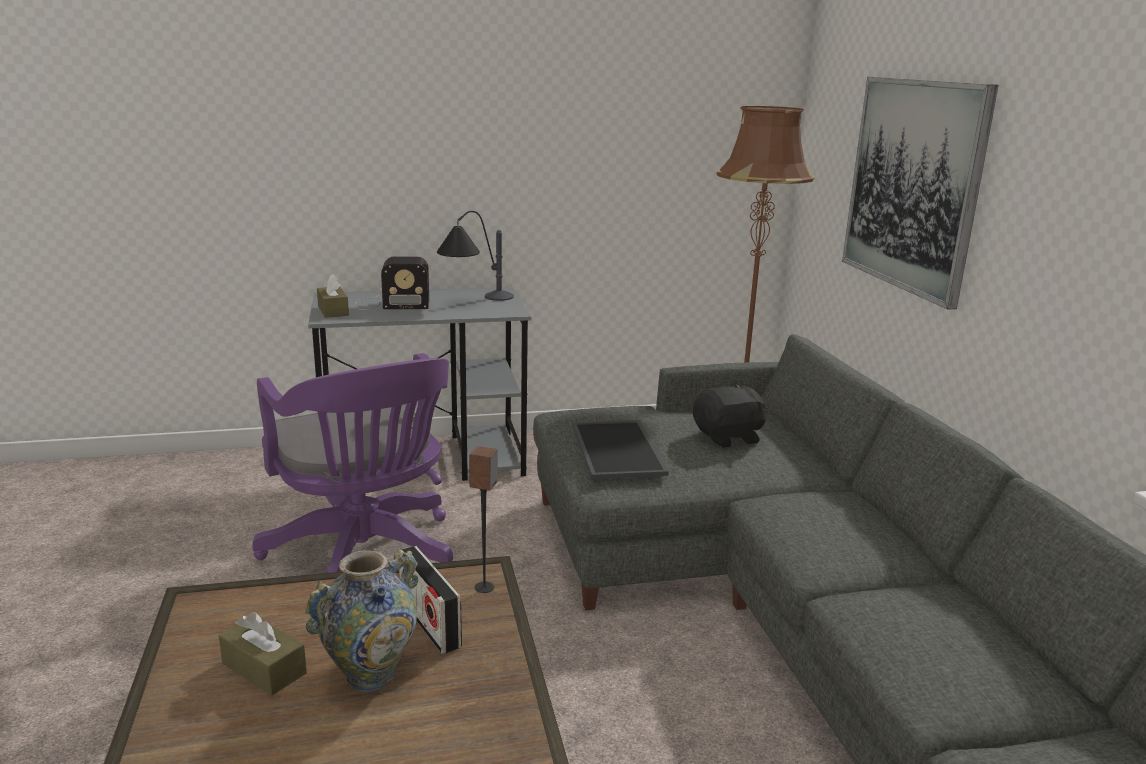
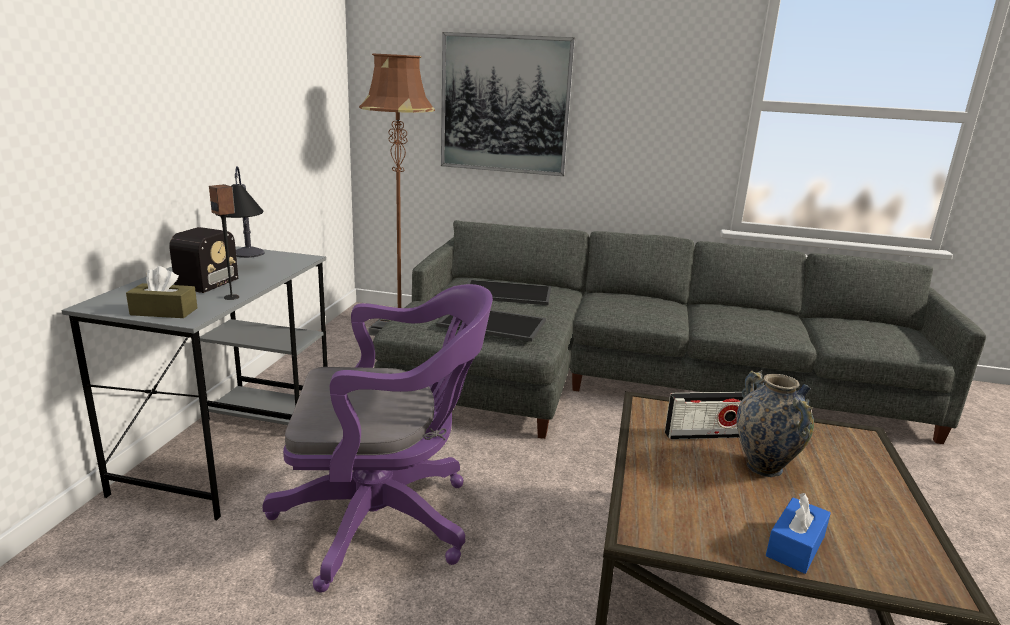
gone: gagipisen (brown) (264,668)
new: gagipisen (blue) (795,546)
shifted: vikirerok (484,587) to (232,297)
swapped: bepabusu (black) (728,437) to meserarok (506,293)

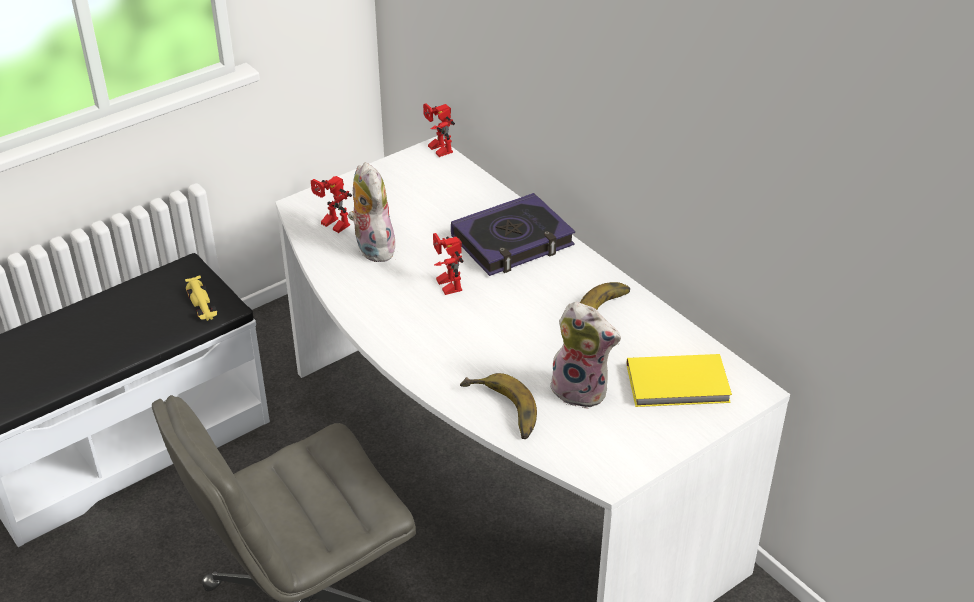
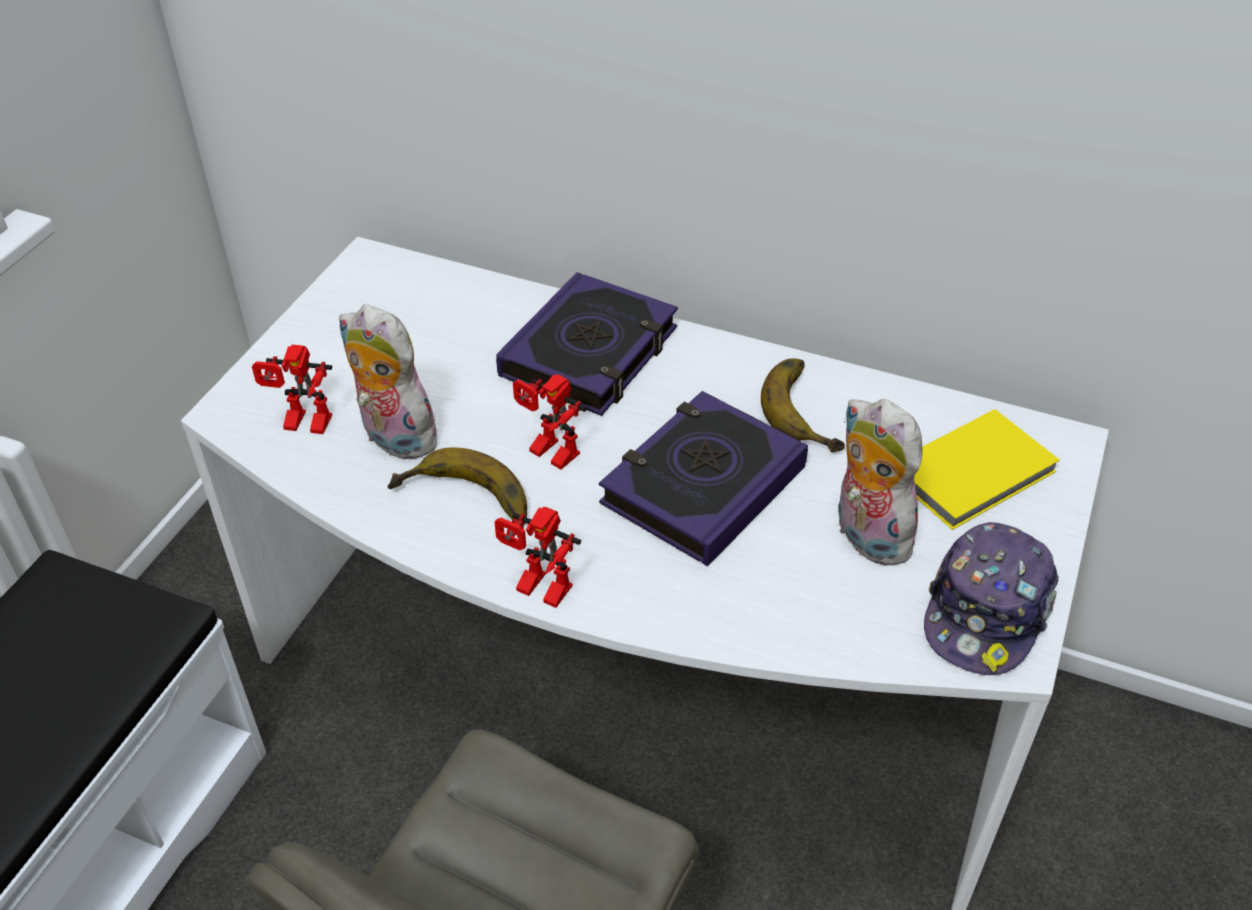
gone: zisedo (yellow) (202,304)
new: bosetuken (702,485); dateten (986,612)
shifted: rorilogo (436,149) to (537,591); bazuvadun (499,412) to (463,504)
rotated: bepabusu (582,390) = (865,535) 120 degrees counterclockwise

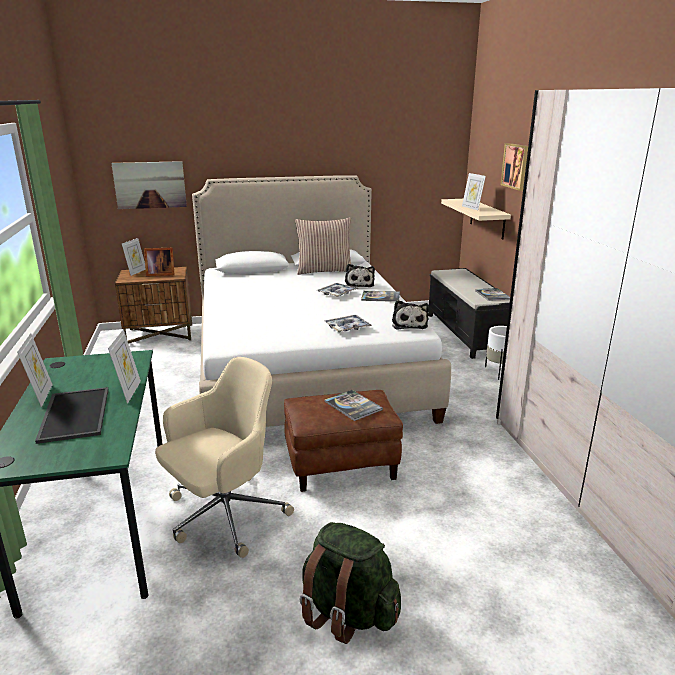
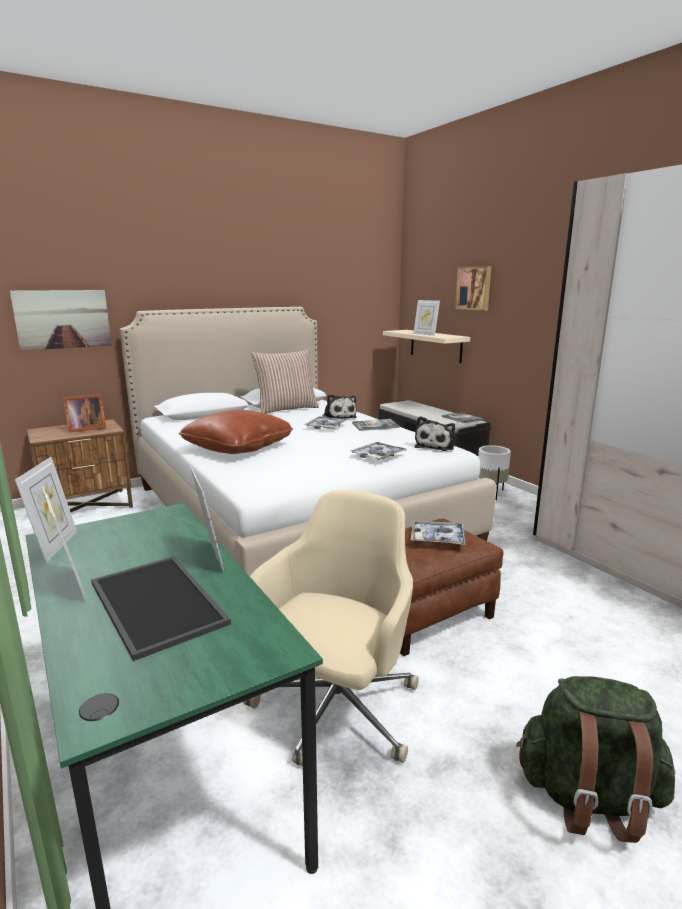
new: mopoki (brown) (238,448)
shifted: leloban (136,272) to (55,546)
swapped: bosetuken (353,406) to meserarok (437,538)
rotated: bepabusu (409,324) = (435,446) 45 degrees clockwise

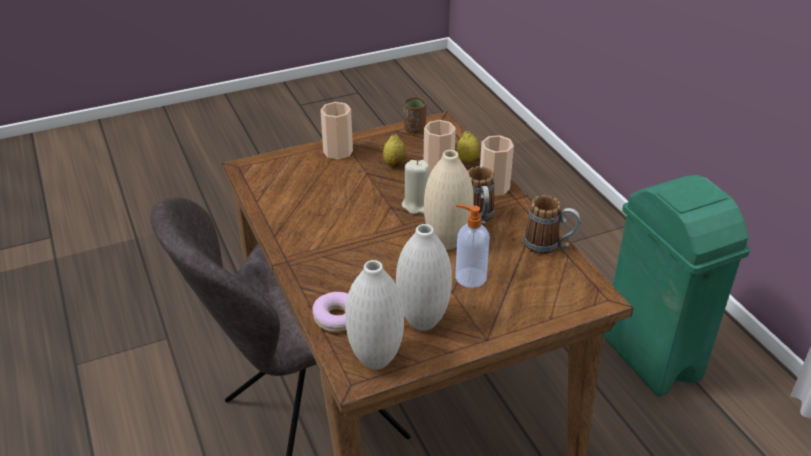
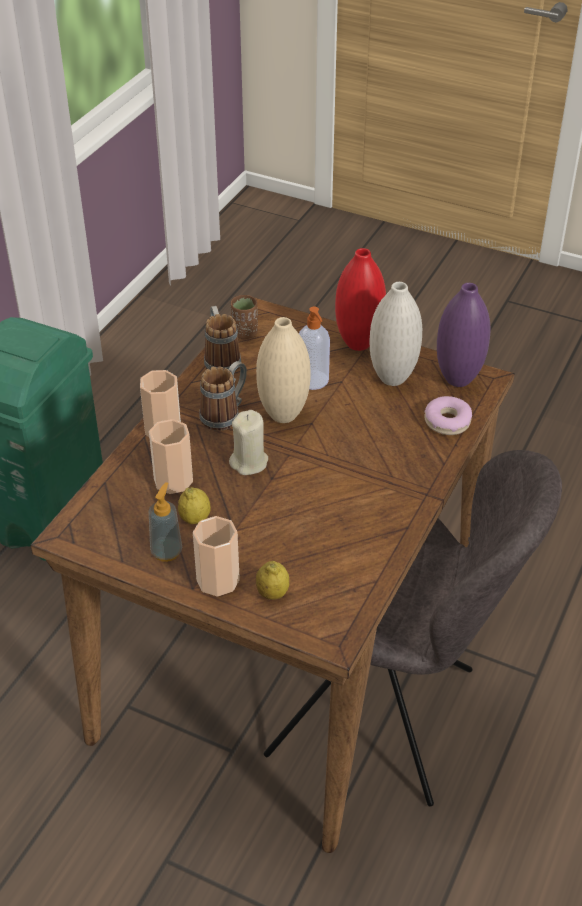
new: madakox (166,552); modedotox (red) (358,343)
shifted: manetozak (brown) (415,129) to (244,333); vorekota (468,160) to (272,593)
repainted: modedotox (white) (376,360) to modedotox (purple) (458,379)

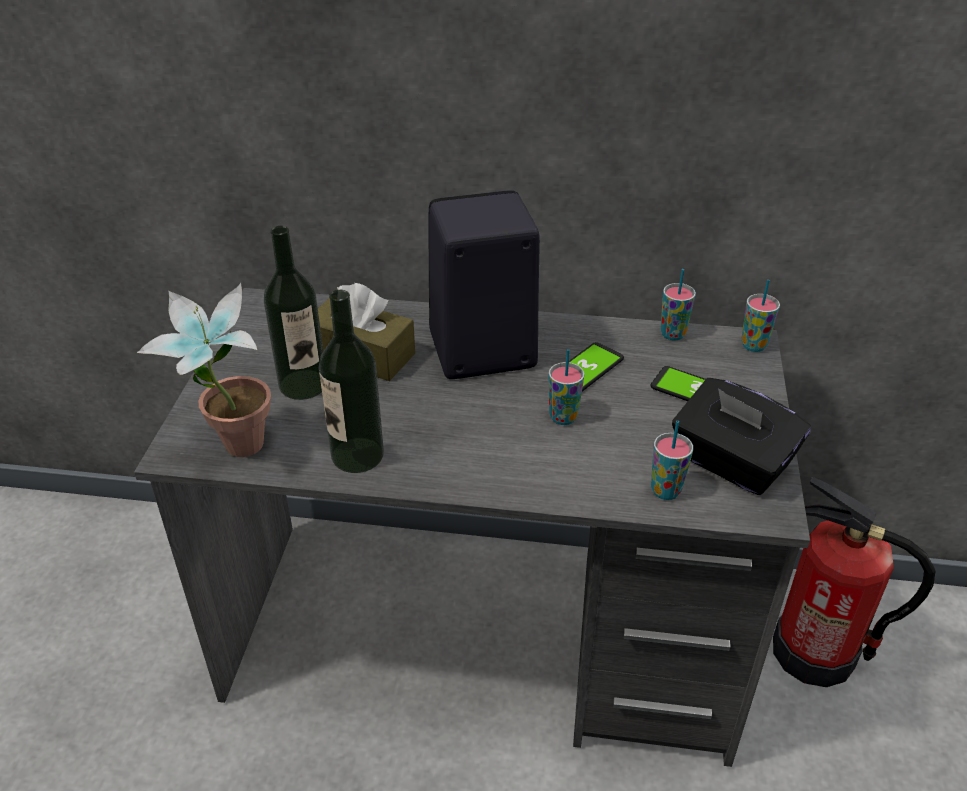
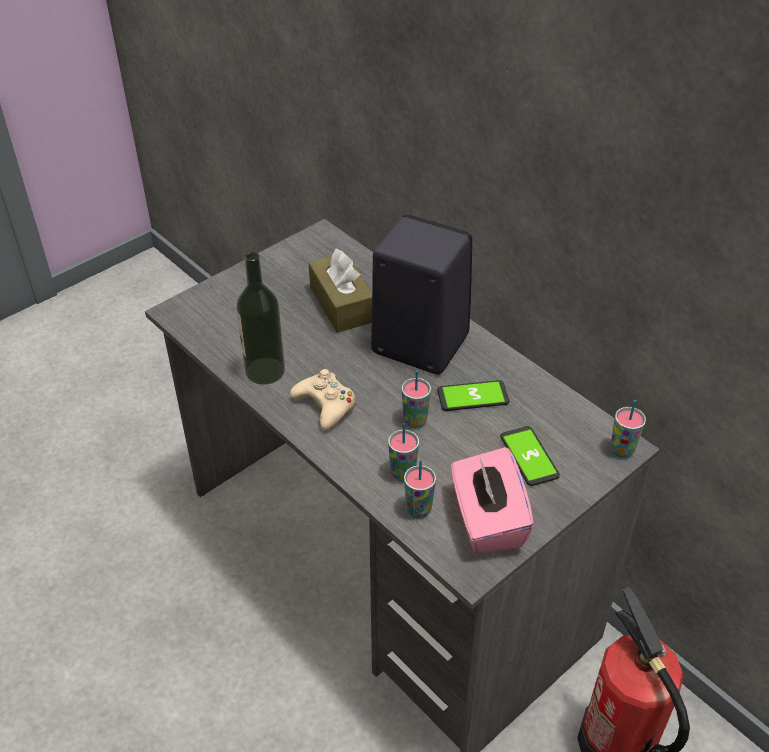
gone: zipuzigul (232,452); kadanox (303,384)
new: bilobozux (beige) (325,405)
shifted: manetozak (672,334) to (403,473)
repainted: gagipisen (black) (731,463) to gagipisen (pink) (487,521)

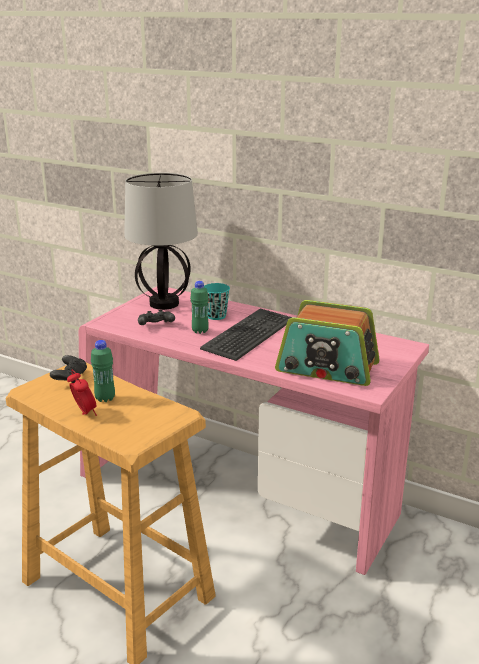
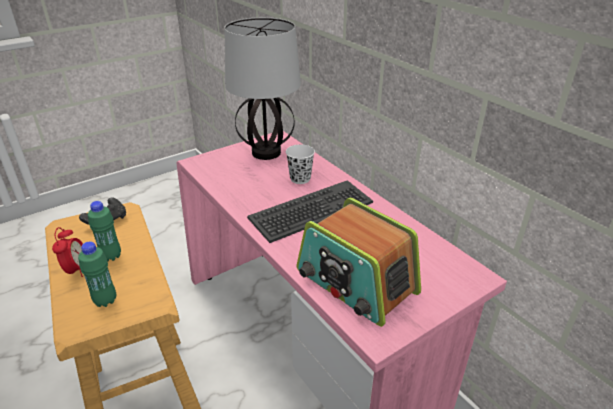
gone: bilobozux (black) (156,326)
shifted: kadanox (green) (200,331) to (105,300)
repainted: manetozak (turquoise) (216,316) to manetozak (white) (300,179)

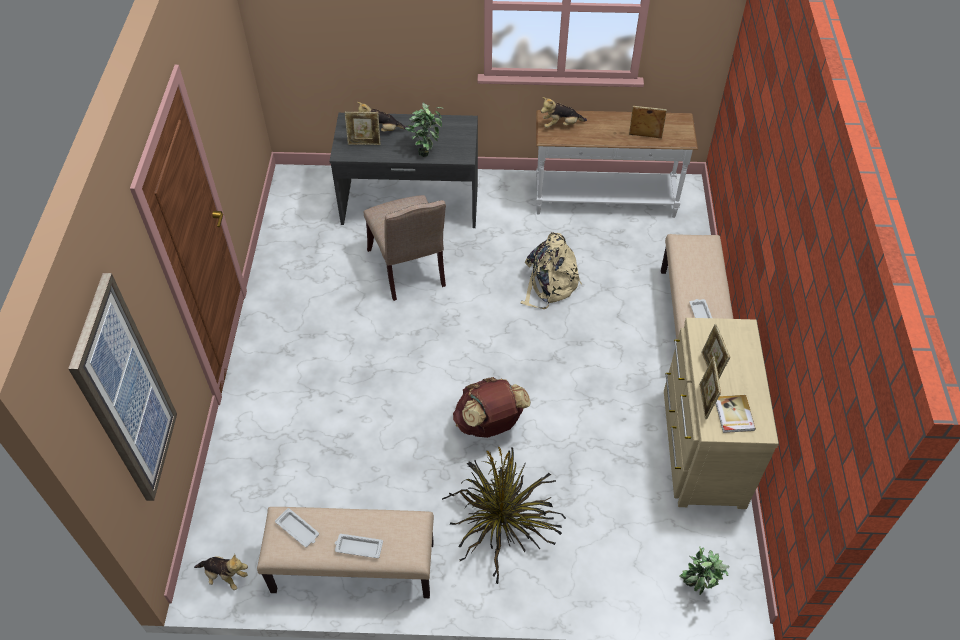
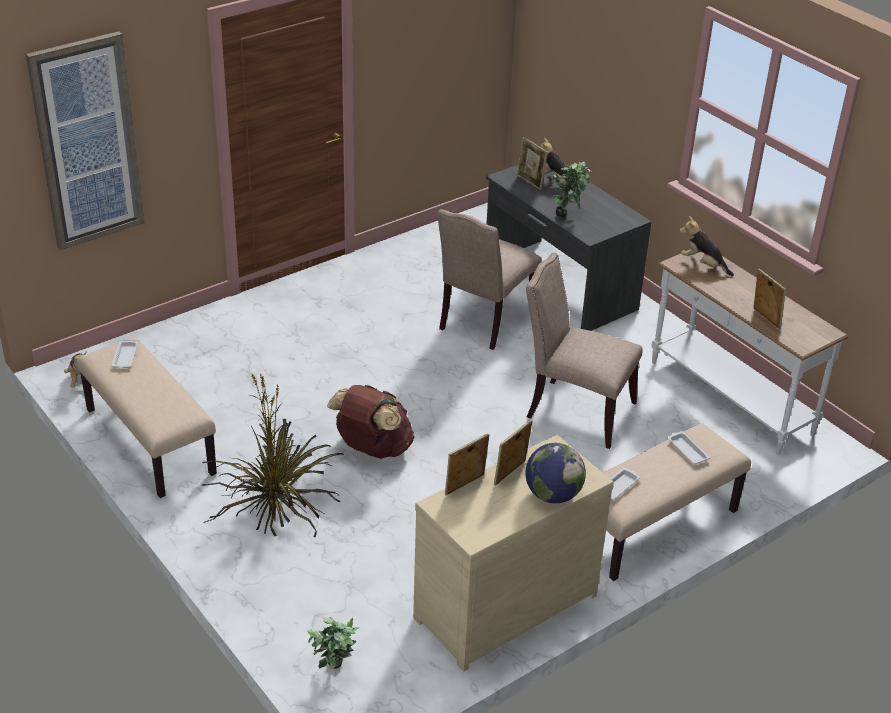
gone: bosetuken (733,415)
new: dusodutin (552,495)
shifted: meserarok (white) (358,547) to (687,450)
swapped: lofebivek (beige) (549,284) to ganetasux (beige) (575,410)

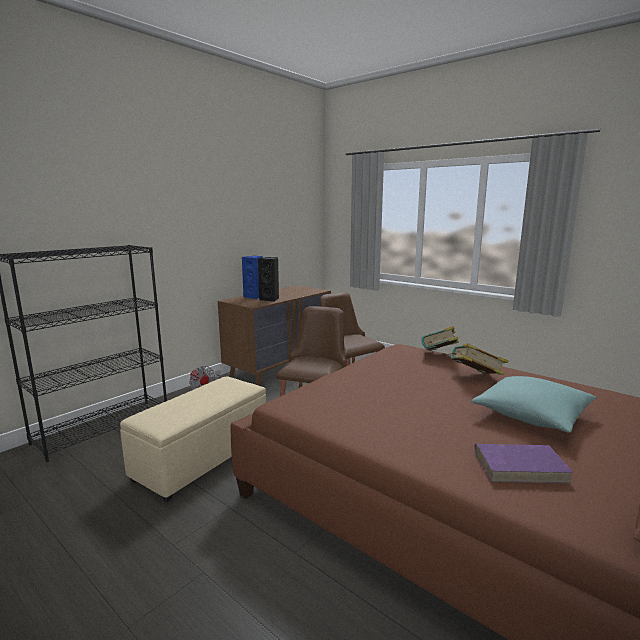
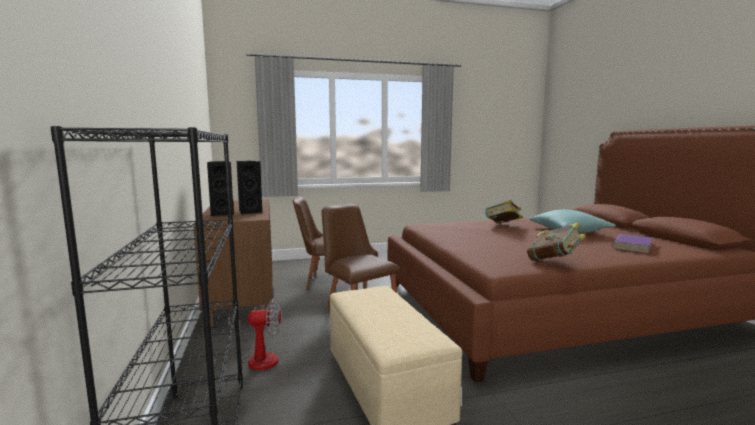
shifted: bosetuken (439,355) to (554,262)
repainted: vikirerok (blue) (254,297) to vikirerok (black) (221,213)

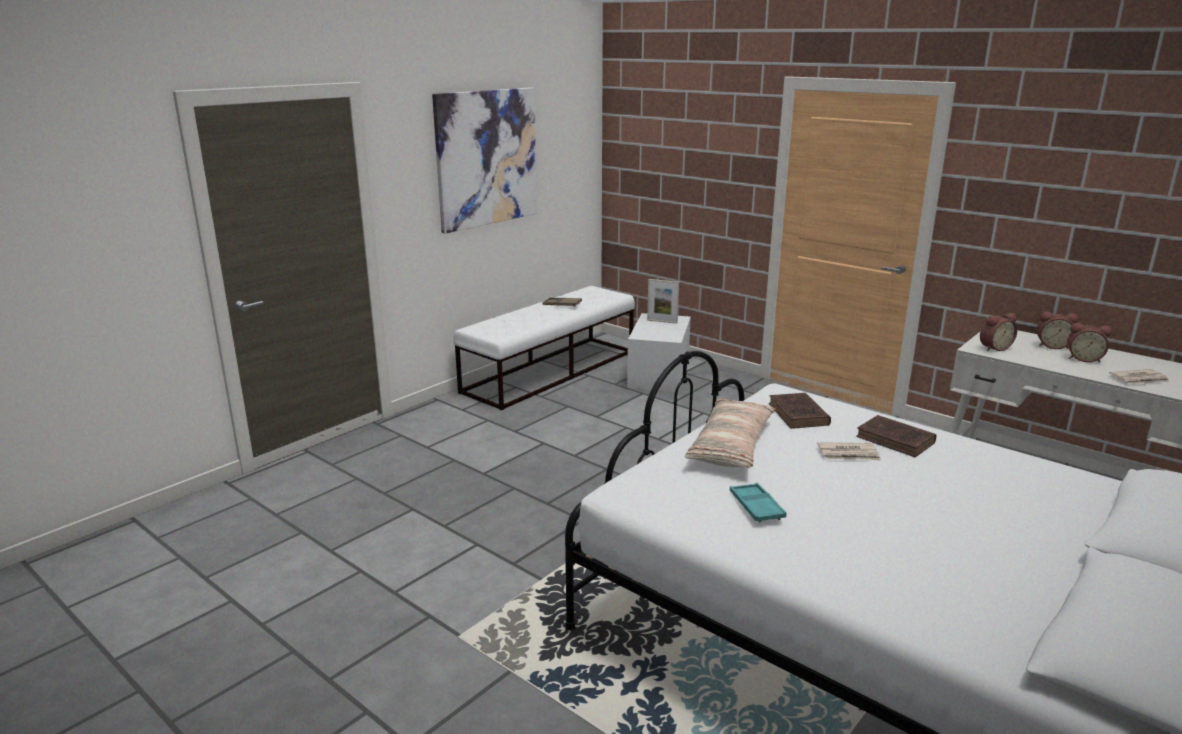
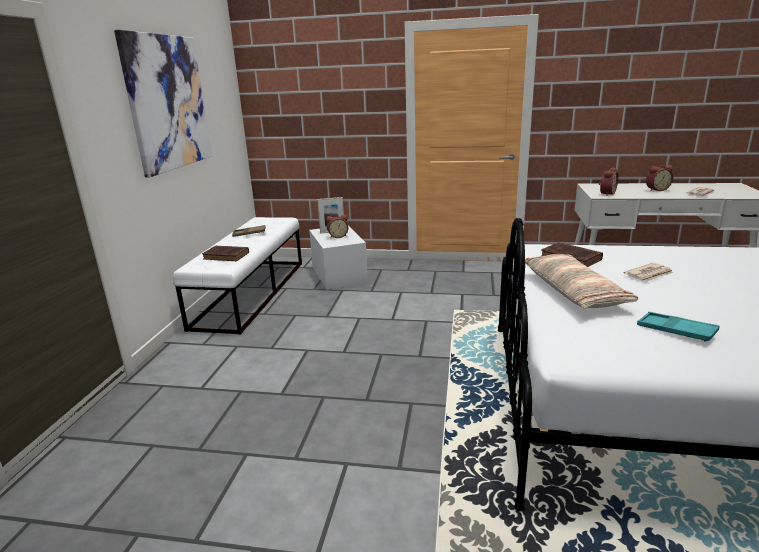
shifted: bosetuken (brown) (897,440) to (227,256); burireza (1052,346) to (338,236)

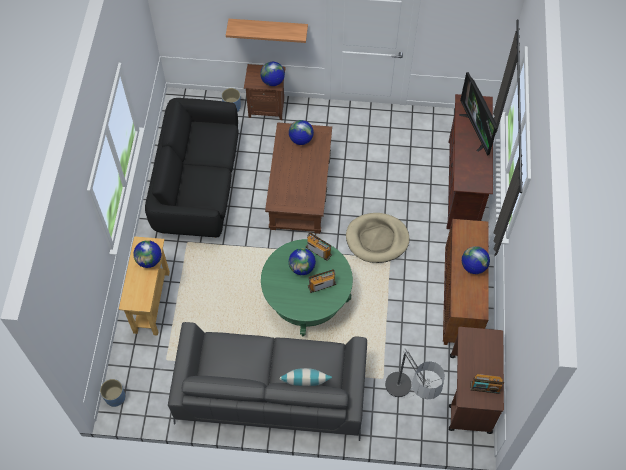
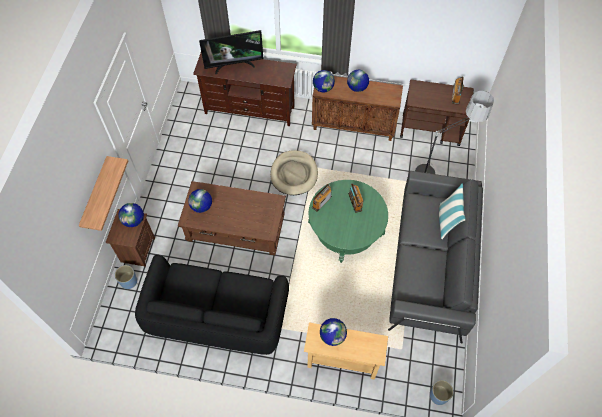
shifted: dusodutin (302,268) to (323,88)

